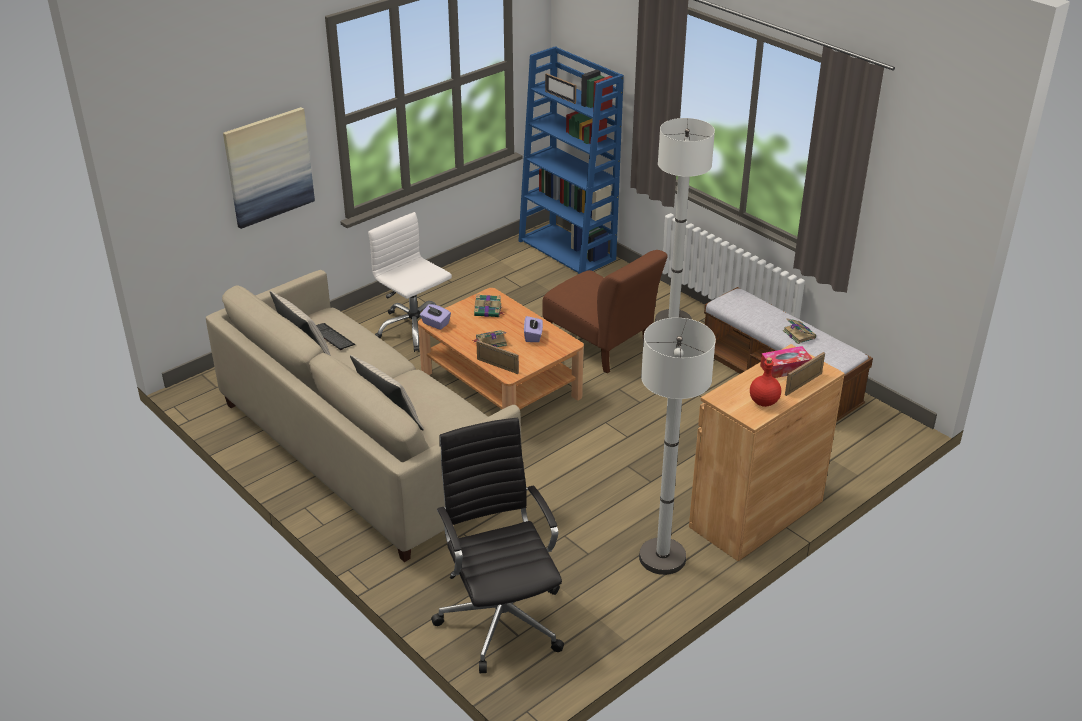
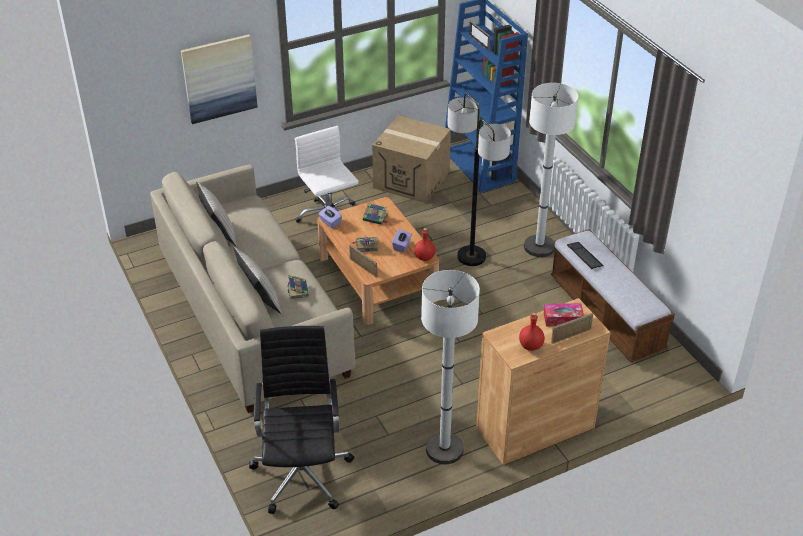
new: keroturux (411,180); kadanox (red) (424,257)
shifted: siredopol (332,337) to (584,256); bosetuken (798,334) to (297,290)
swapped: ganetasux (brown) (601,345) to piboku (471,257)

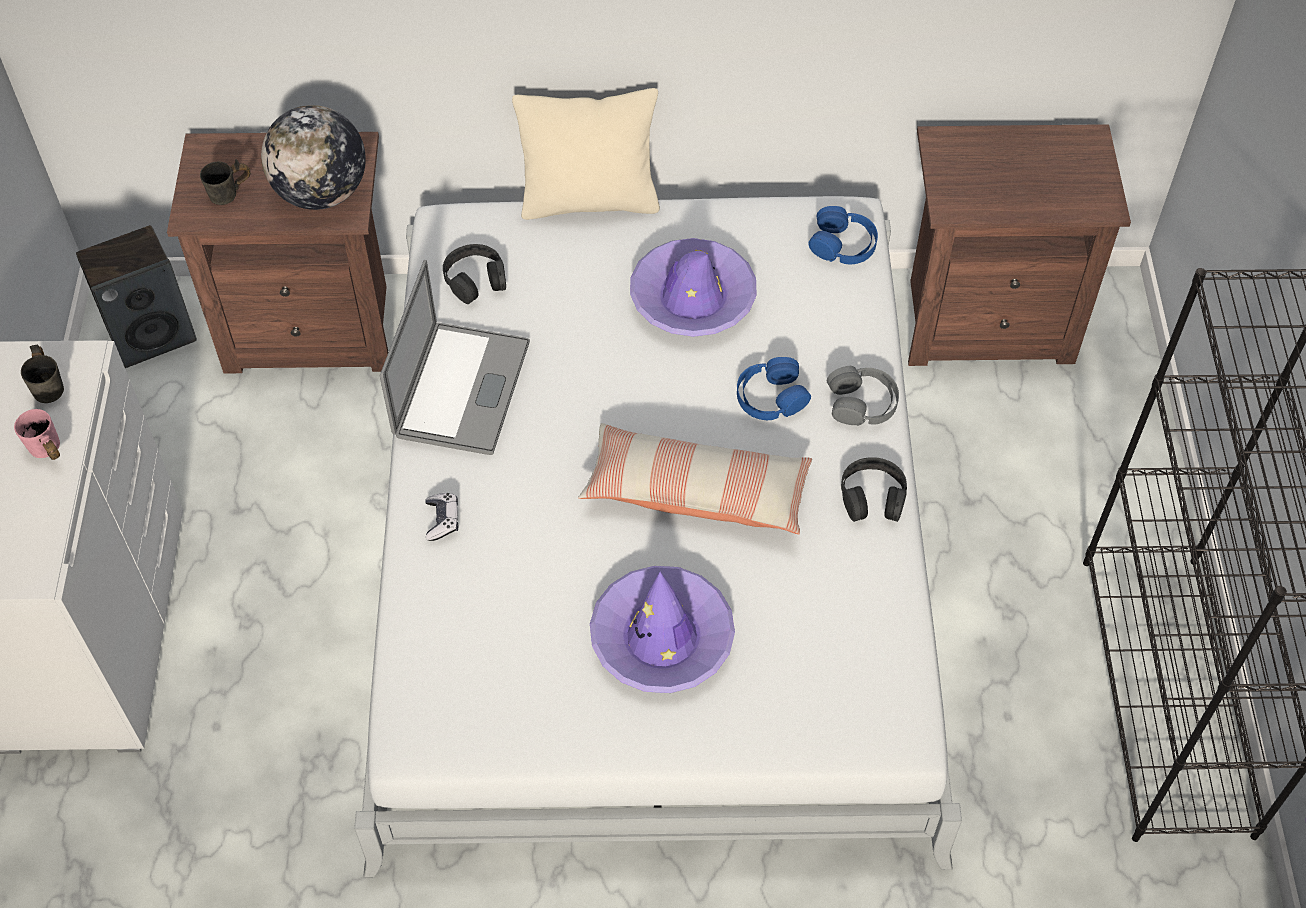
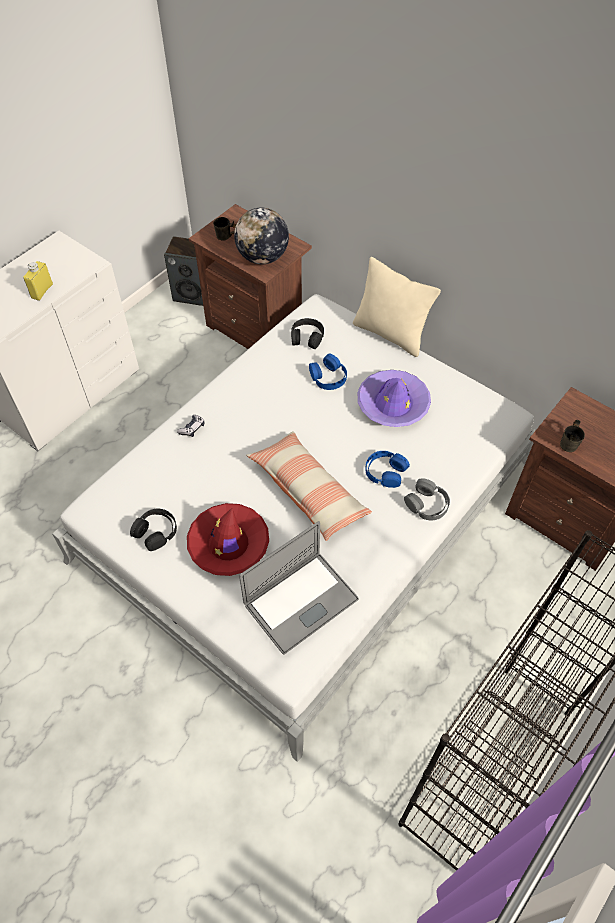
shifted: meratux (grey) (52,386) to (571,443); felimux (461,388) to (301,601); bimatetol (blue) (843,244) to (328,377); bimatetol (black) (872,496) to (156,532)
swapped: meratux (pink) (45,454) to kadanox (yellow) (42,291)
repainted: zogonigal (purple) (662,638) to zogonigal (red) (228,544)

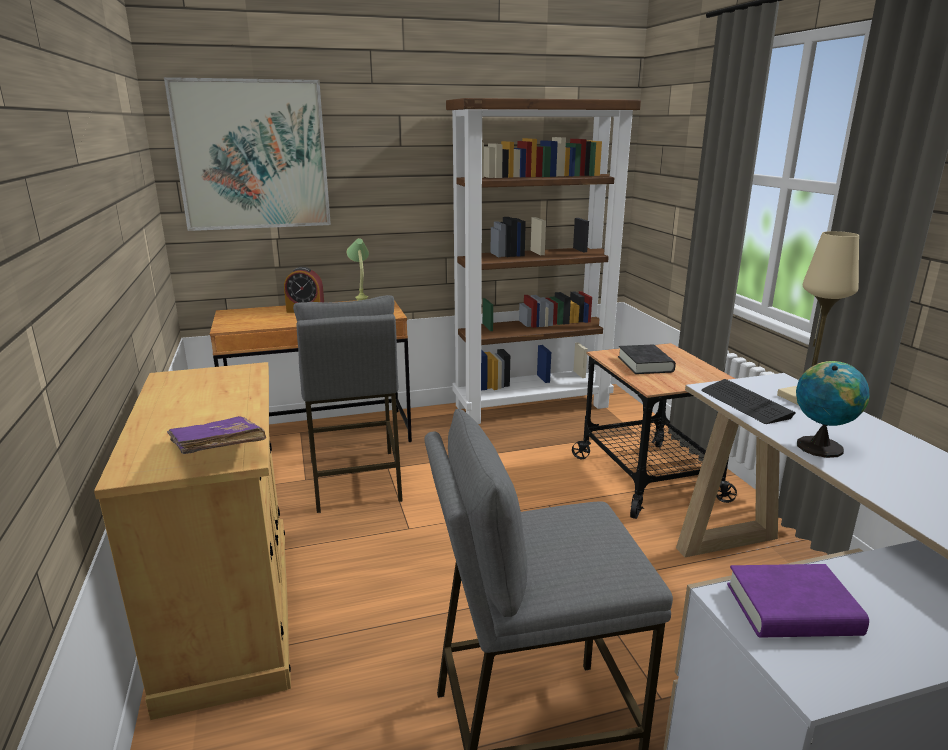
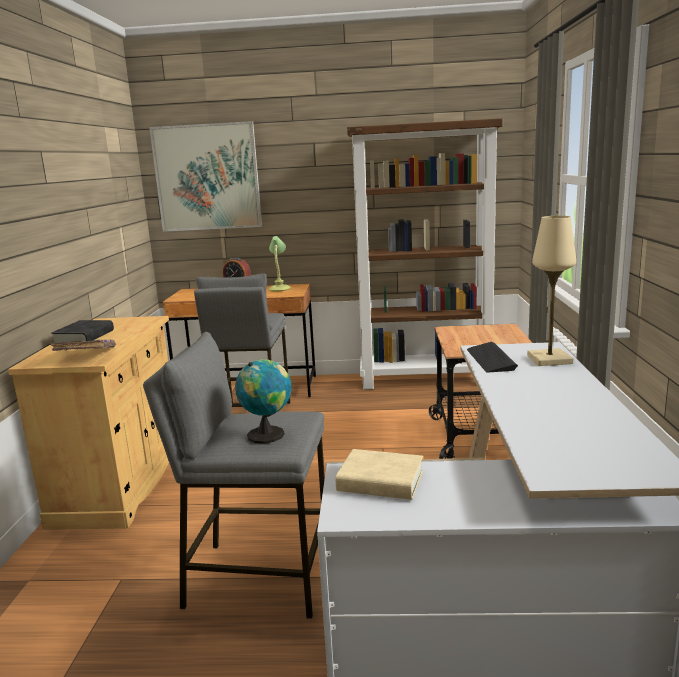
shifted: bosetuken (black) (645,364) to (84,337); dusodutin (820,446) to (268,434)
repainted: bosetuken (purple) (792,610) to bosetuken (beige) (380,482)

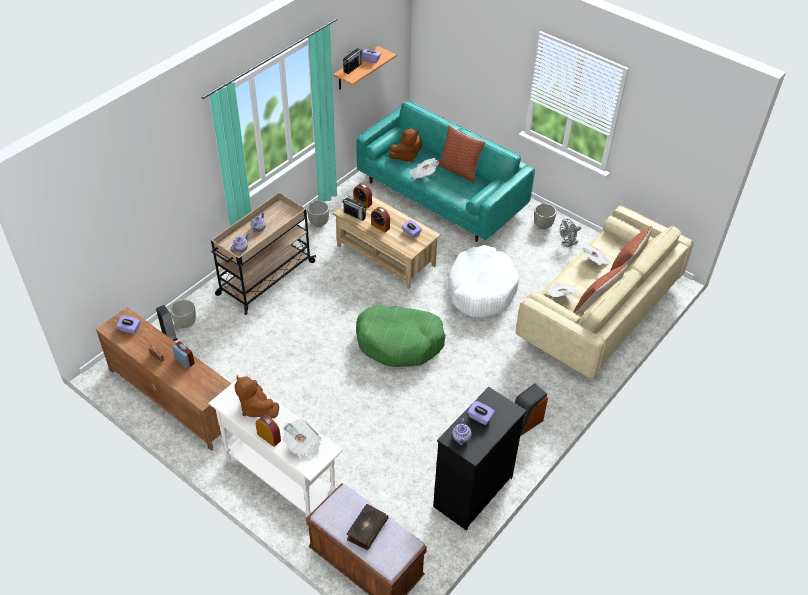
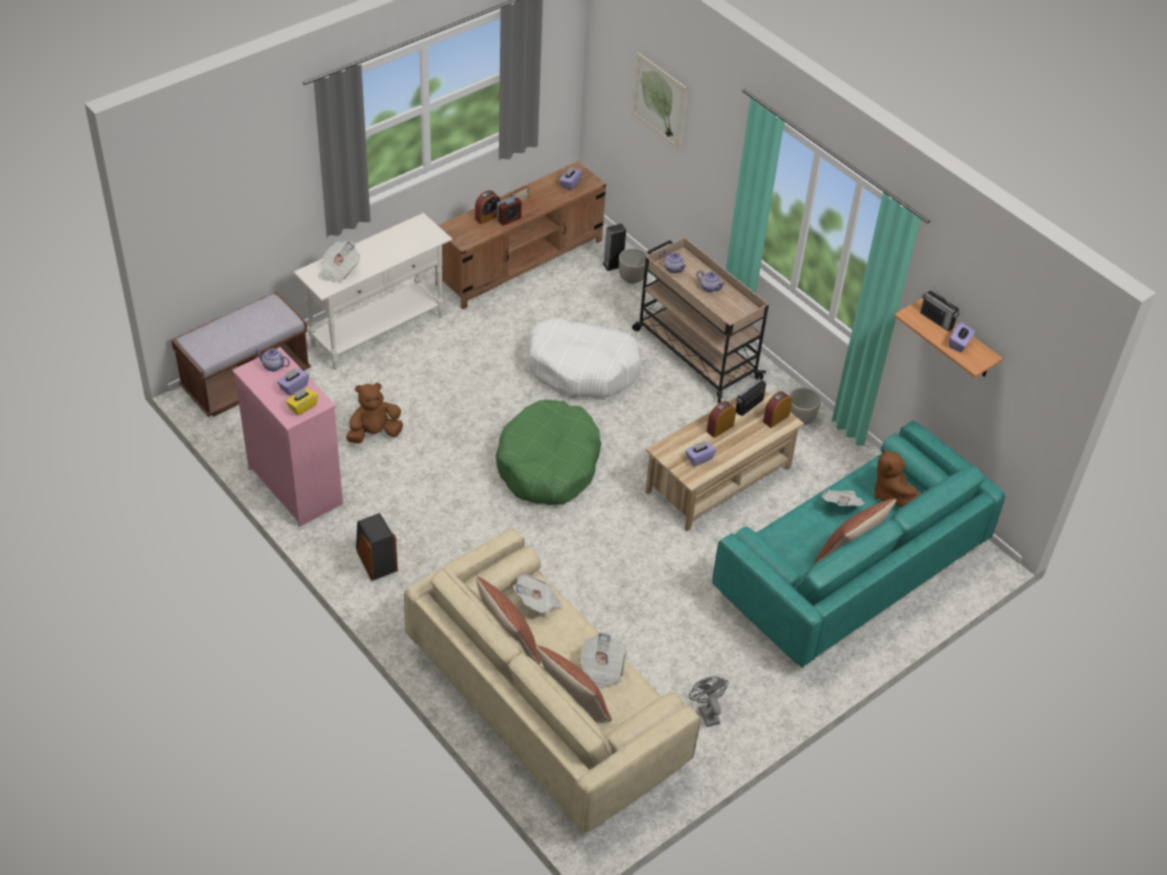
gone: bosetuken (366,529); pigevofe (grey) (543,225)
new: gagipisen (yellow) (302,407); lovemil (659,101)
shifted: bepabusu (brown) (256,408) to (374,433); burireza (269,437) to (487,217); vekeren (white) (481,289) to (583,368)
repainted: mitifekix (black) (472,492) to mitifekix (pink) (295,485)

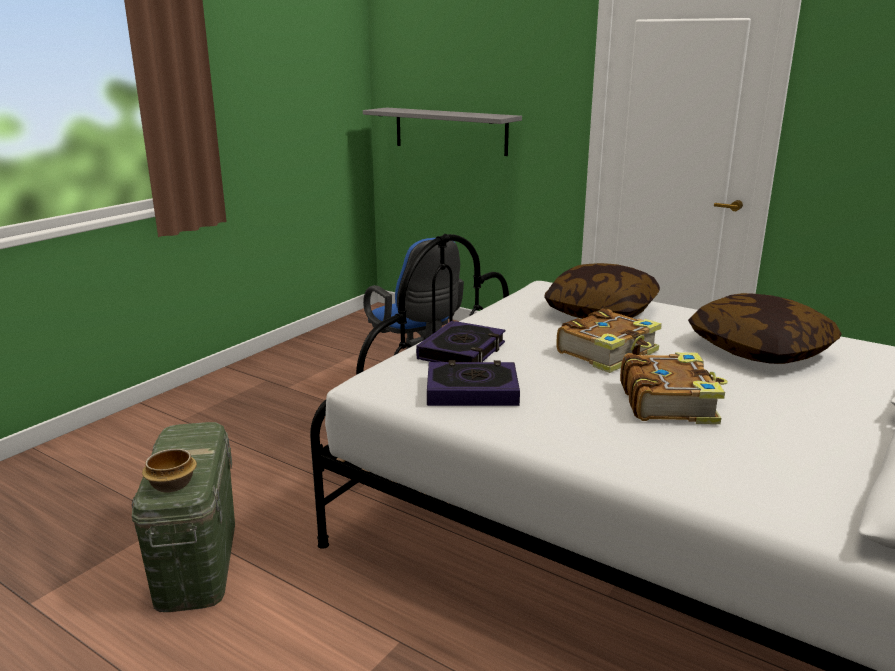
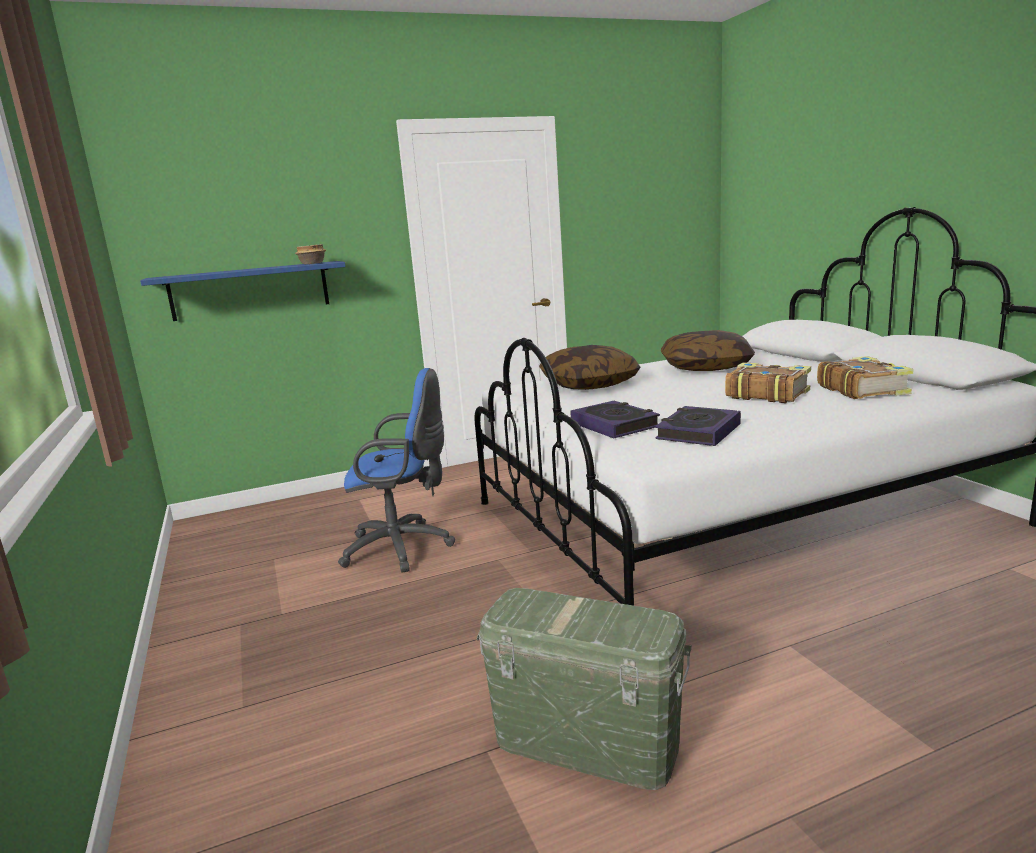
shifted: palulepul (171,485) to (312,263); bosetuken (609,353) to (862,389)
repainted: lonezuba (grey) (450,131) to lonezuba (blue) (250,290)

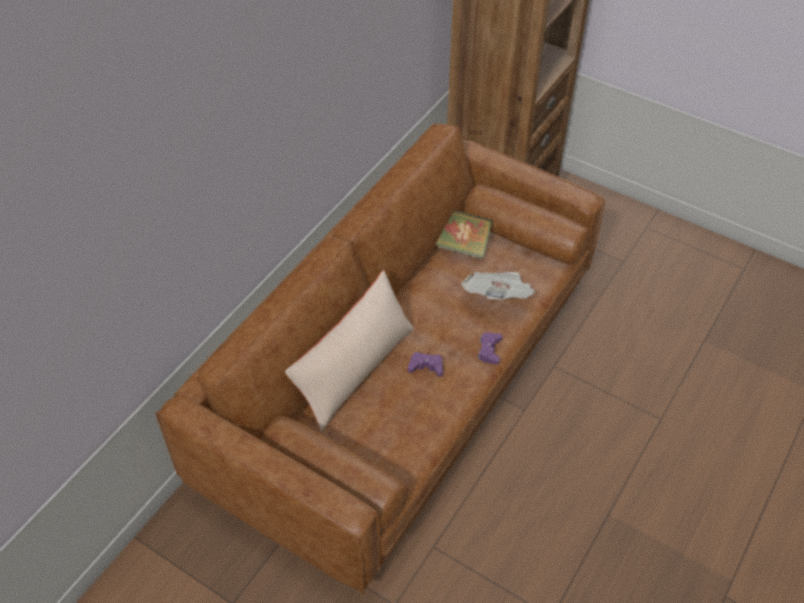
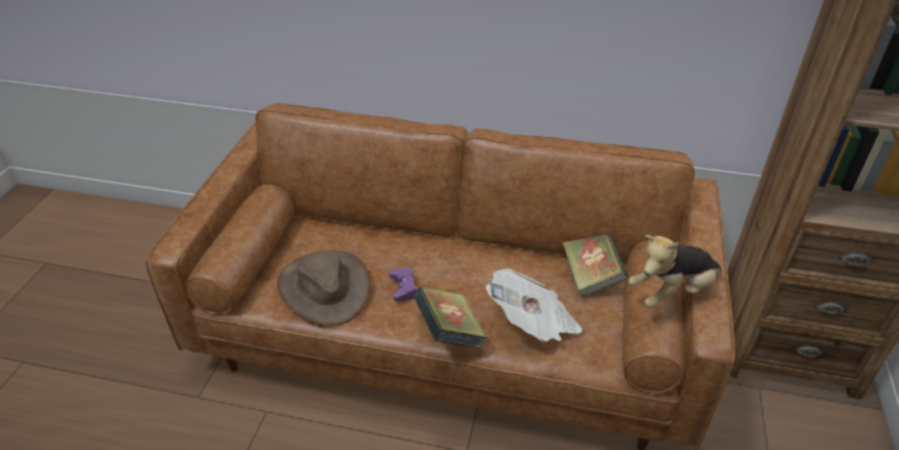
gone: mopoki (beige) (354,369)
new: zogonigal (brown) (324,288); bepabusu (672,292)
swapped: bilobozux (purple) (489,350) to bosetuken (449,333)

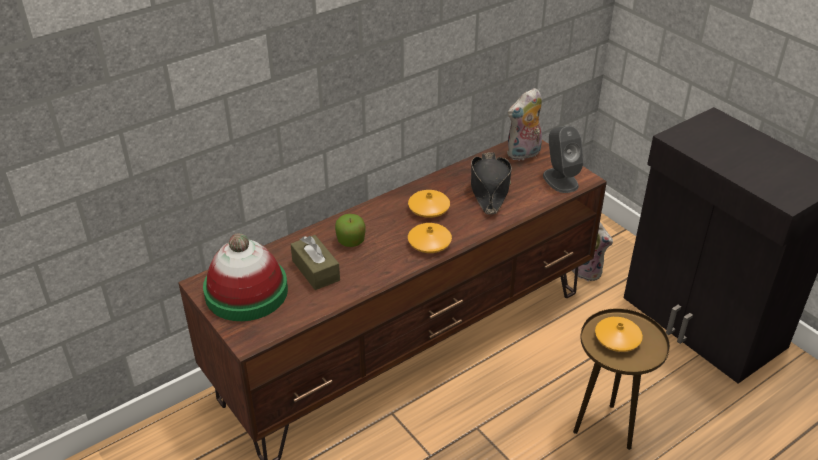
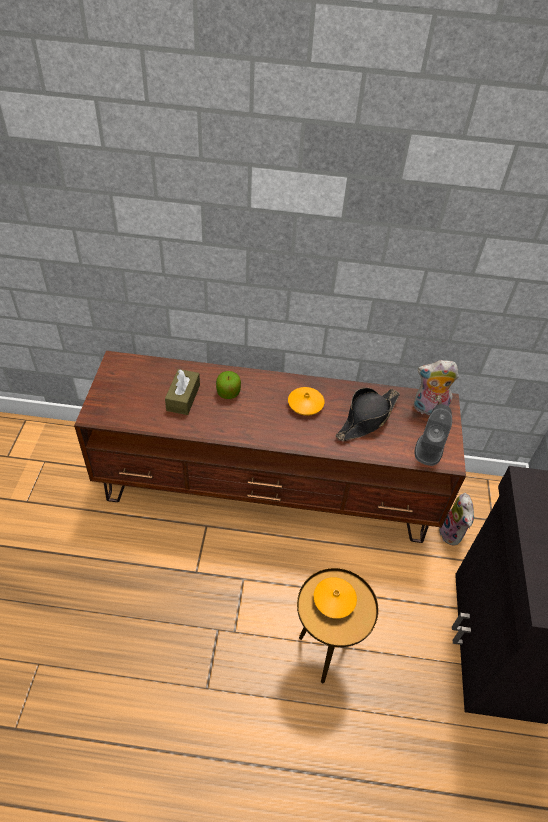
gone: zogonigal (246,292); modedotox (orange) (429,243)

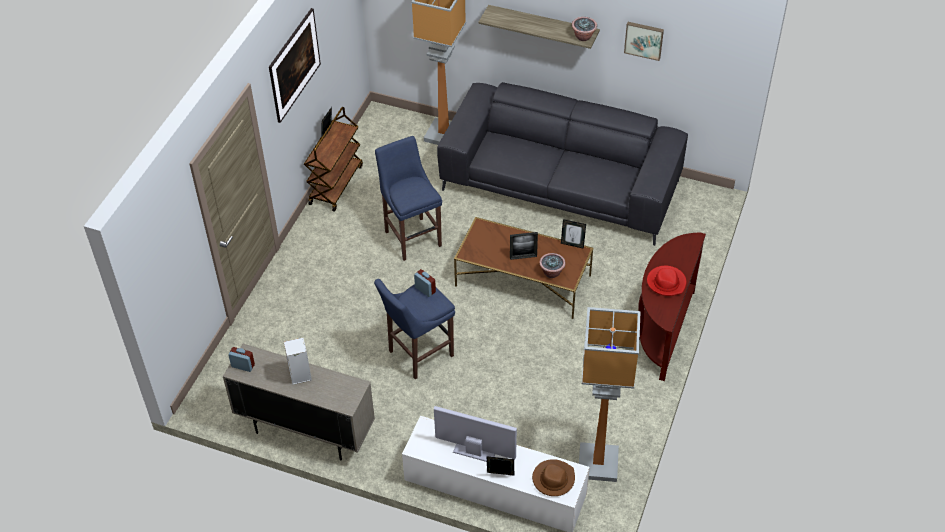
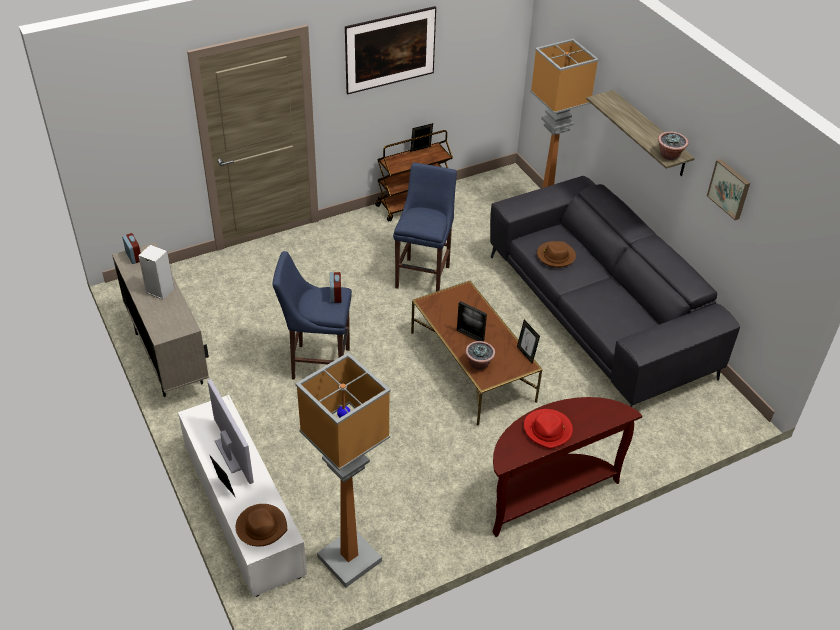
new: zogonigal (brown) (555,256)

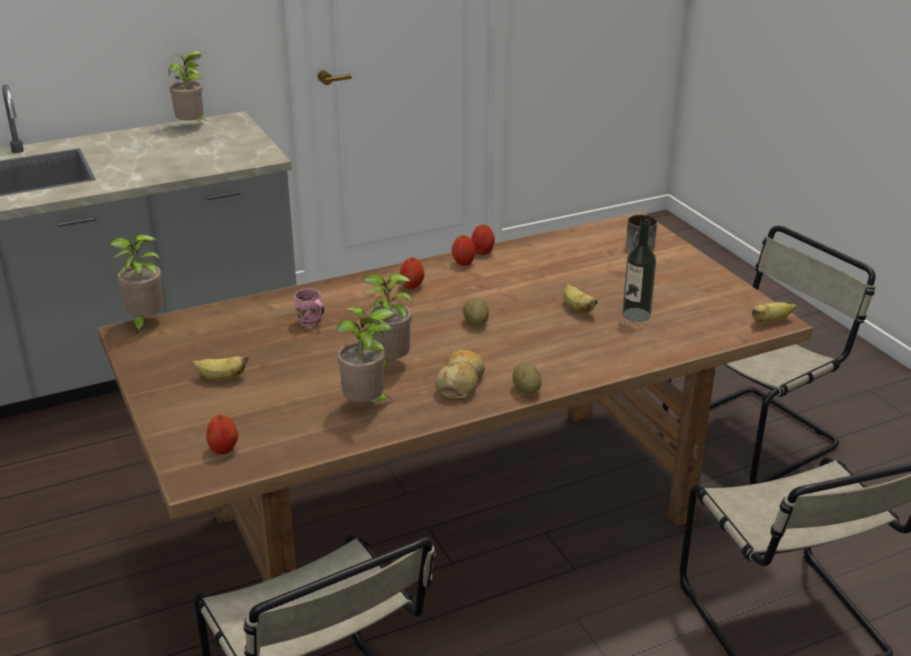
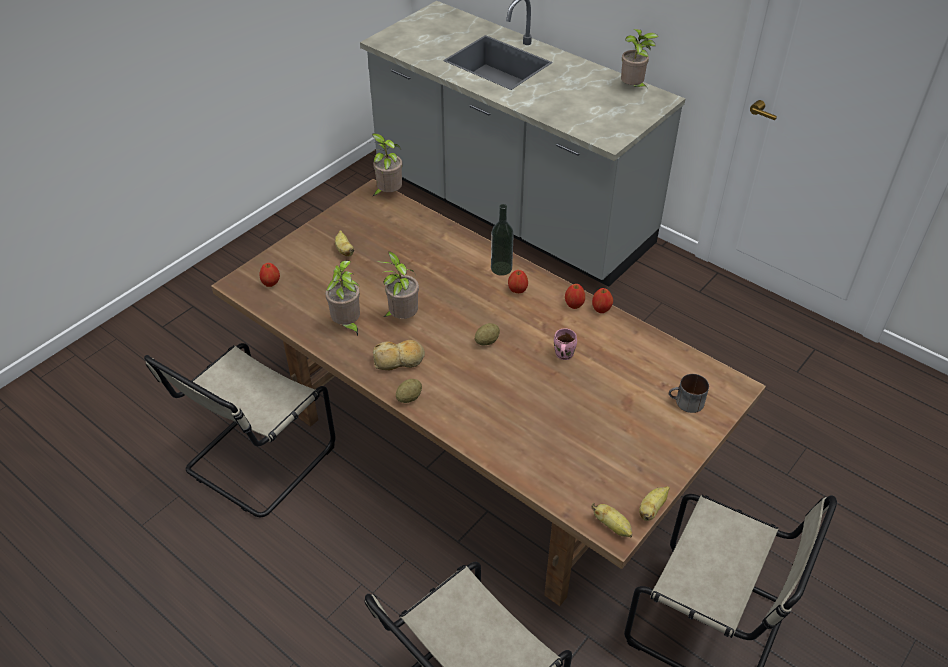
shifted: meratux (pink) (310,323) to (562,355); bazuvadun (577,308) to (652,509); kadanox (636,315) to (501,268)

